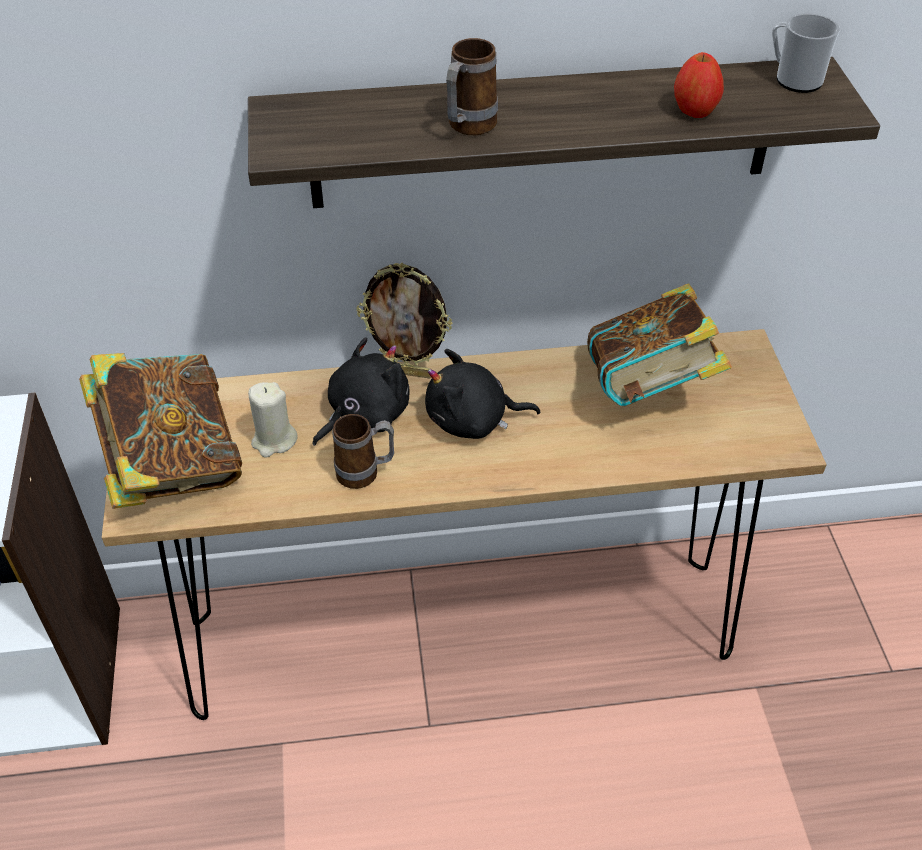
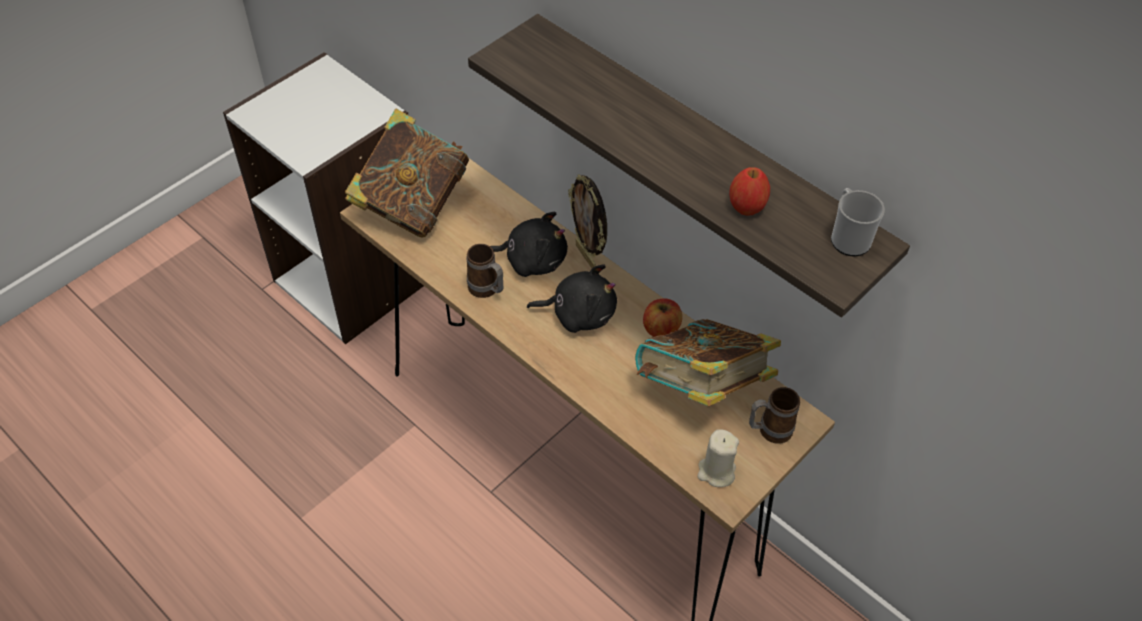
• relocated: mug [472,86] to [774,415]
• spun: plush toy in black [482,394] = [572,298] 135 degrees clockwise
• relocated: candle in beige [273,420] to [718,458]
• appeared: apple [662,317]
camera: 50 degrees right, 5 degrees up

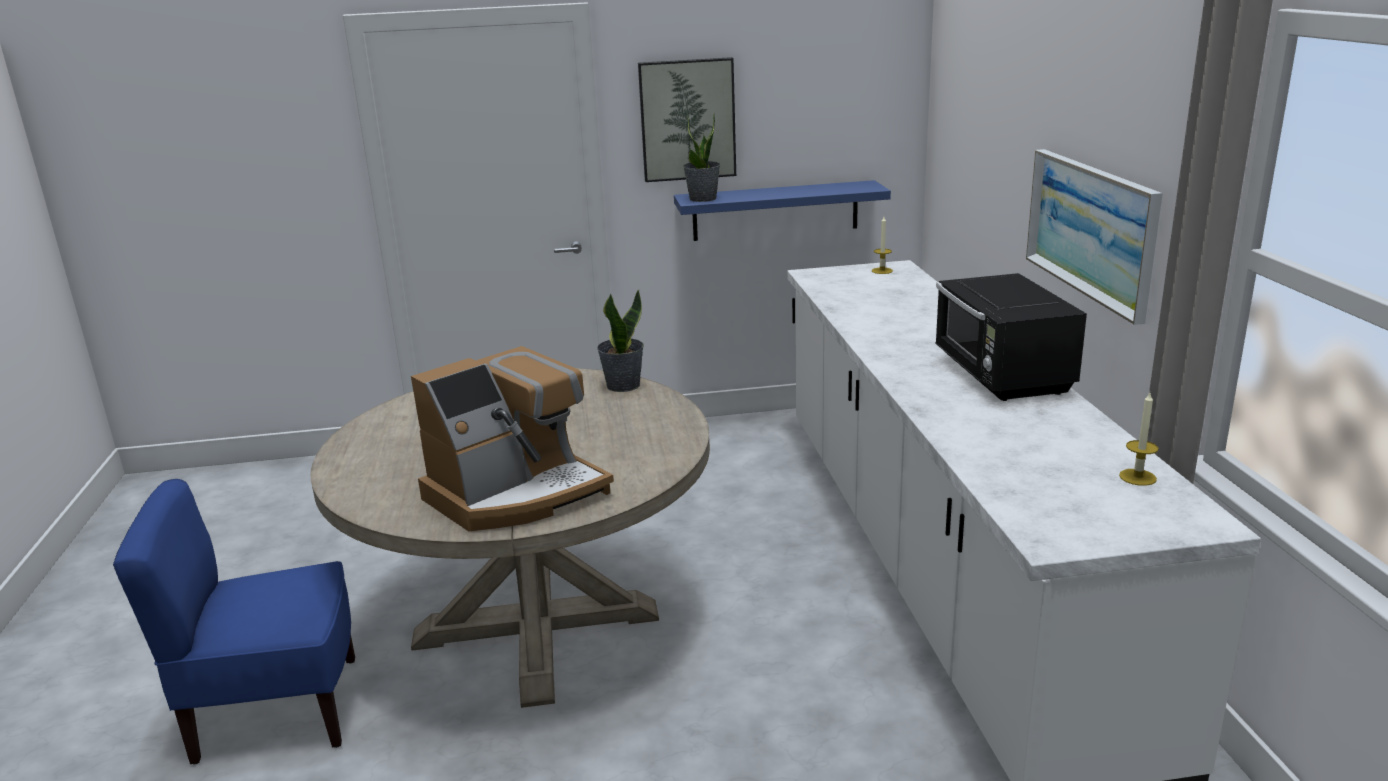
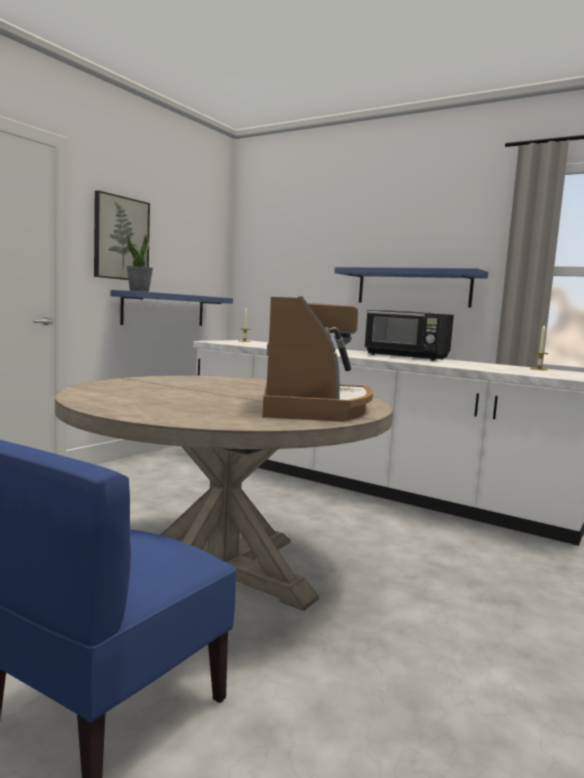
• exchanged: picture [1094,237] to shelf in blue [411,287]
• missing: potted plant [620,341]
camera: 50 degrees left, 15 degrees down

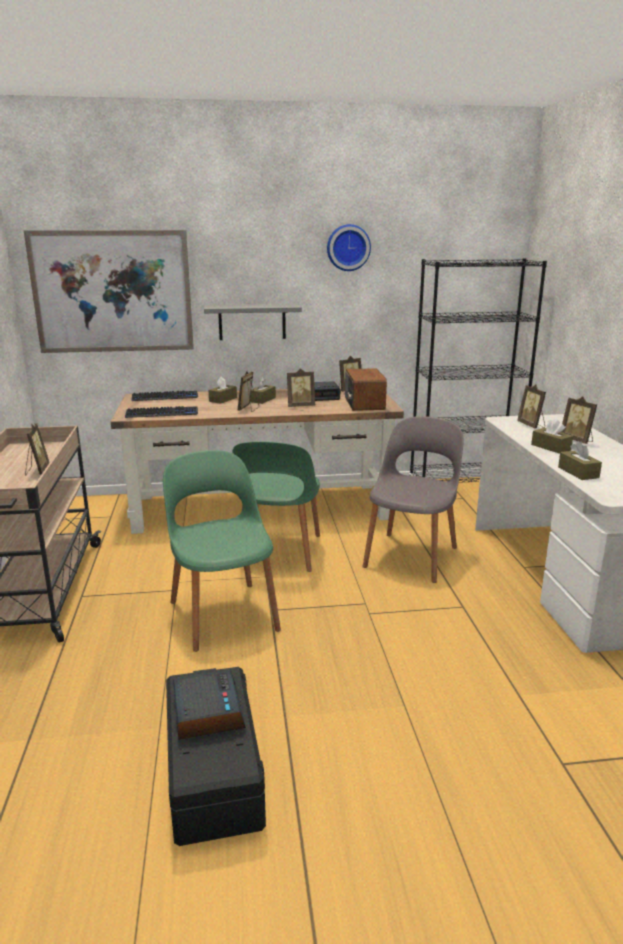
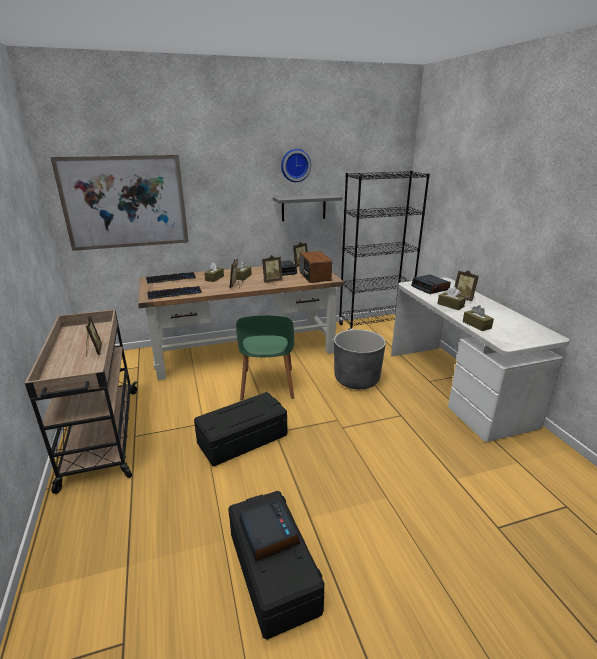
• relocated: shelf in grey [253,321] to [307,207]
• exchanged: picture frame [531,406] to alarm clock [431,284]
• exchanged: chair in grey [413,499] to planter in grey [360,359]
• exchanged: chair in green [222,551] to storage box in black [240,429]
camera: 10 degrees left, 5 degrees up

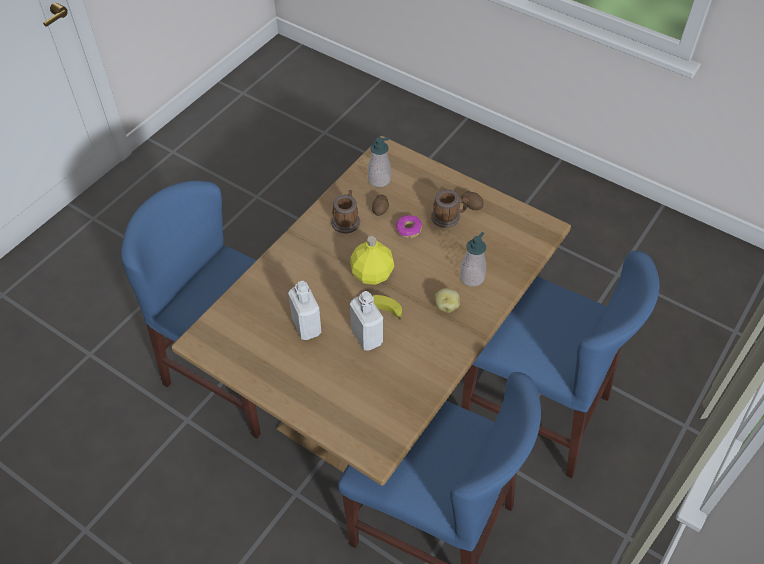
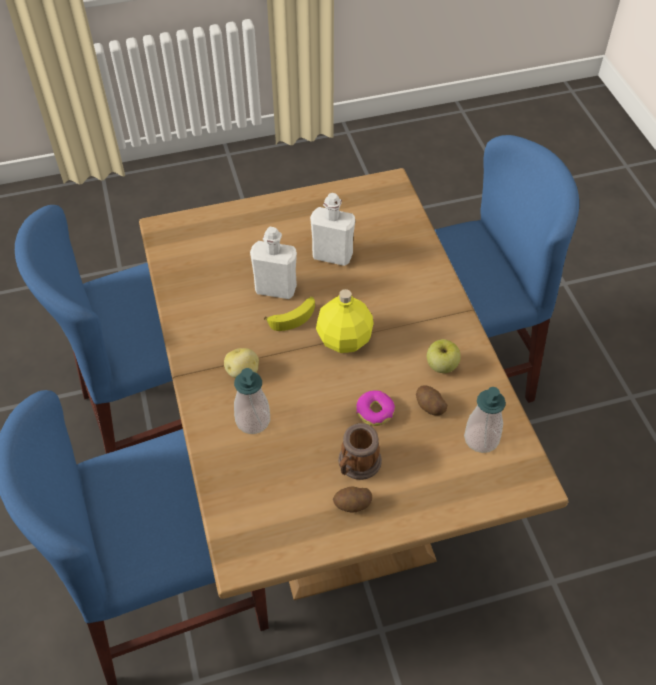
• exchanged: mug [345,211] to apple [444,356]
camera: 130 degrees right, 0 degrees up

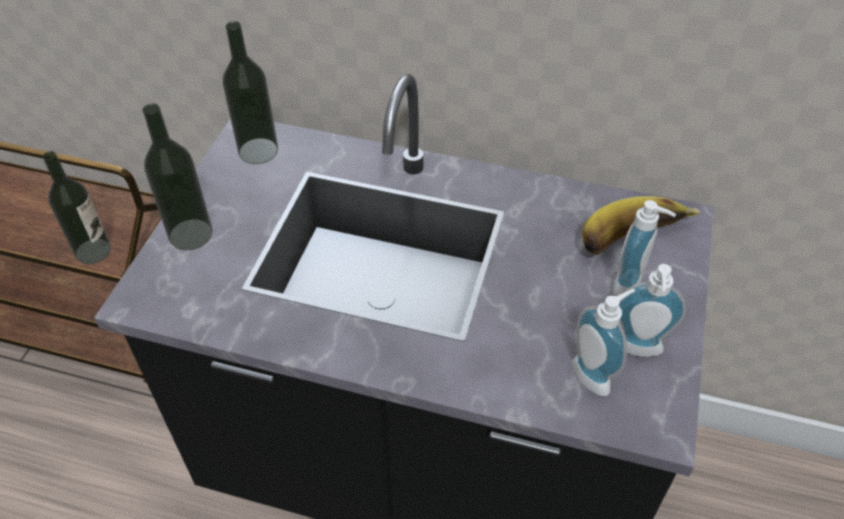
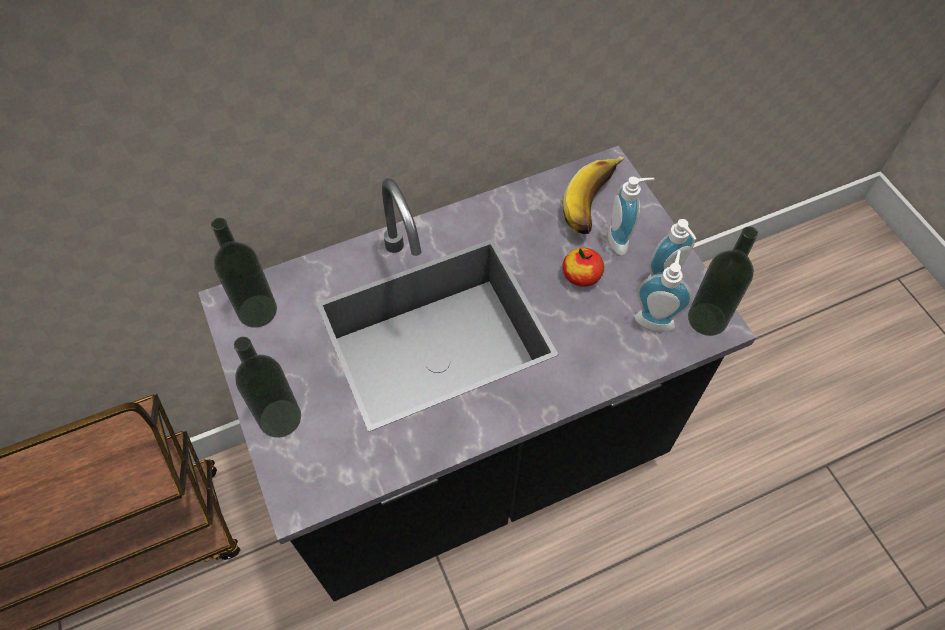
• relocated: bottle [76,207] to [723,281]
• appeared: apple [583,267]
camera: 40 degrees left, 10 degrees up

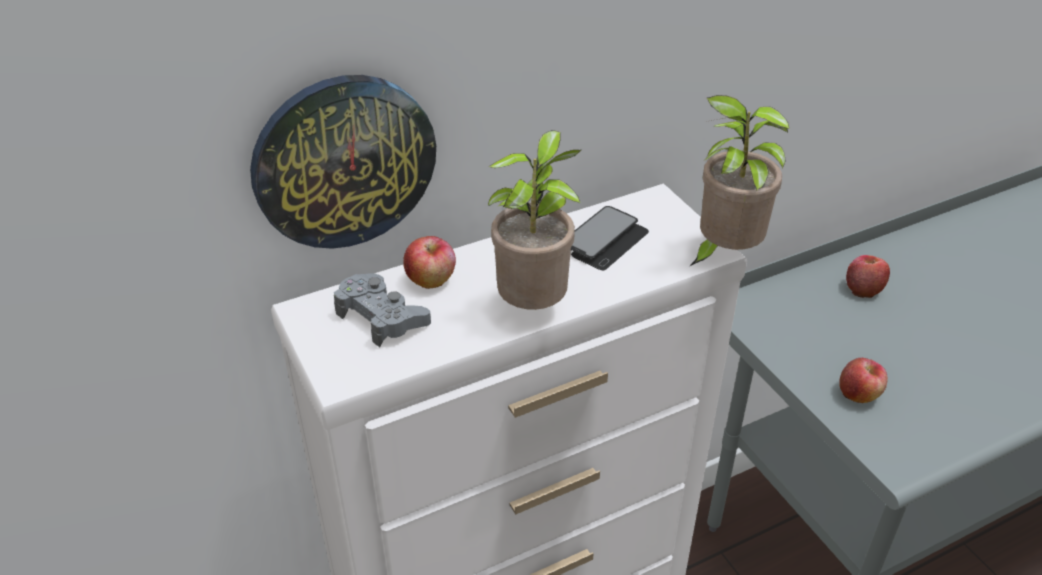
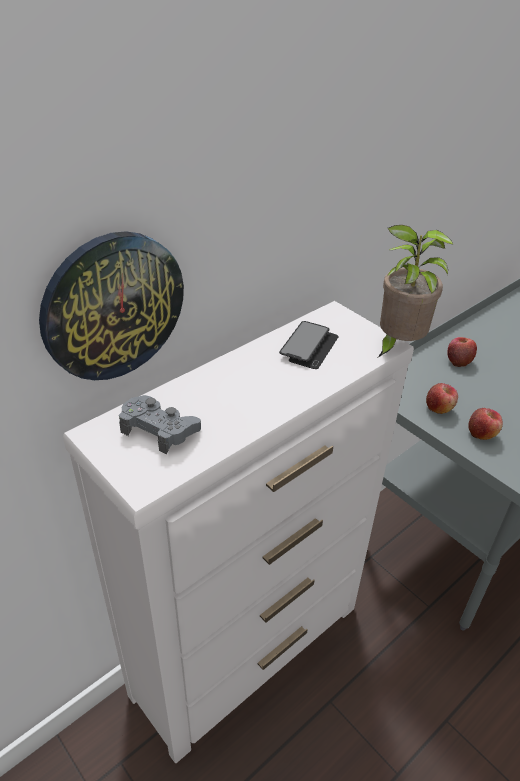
• missing: potted plant [534,220]
• relocated: apple [429,262] to [442,398]
camera: 15 degrees left, 0 degrees up

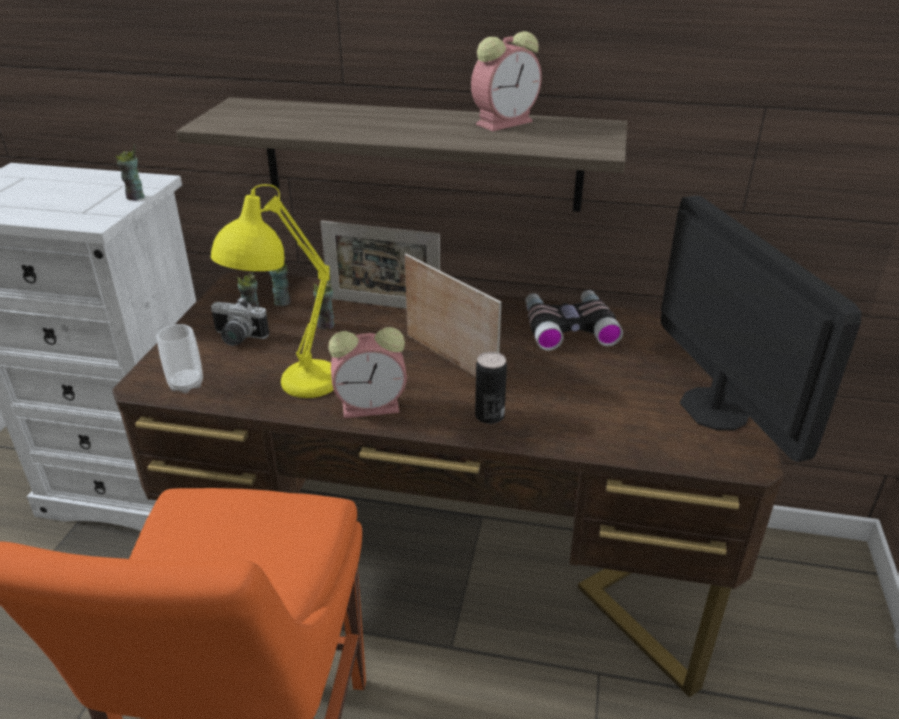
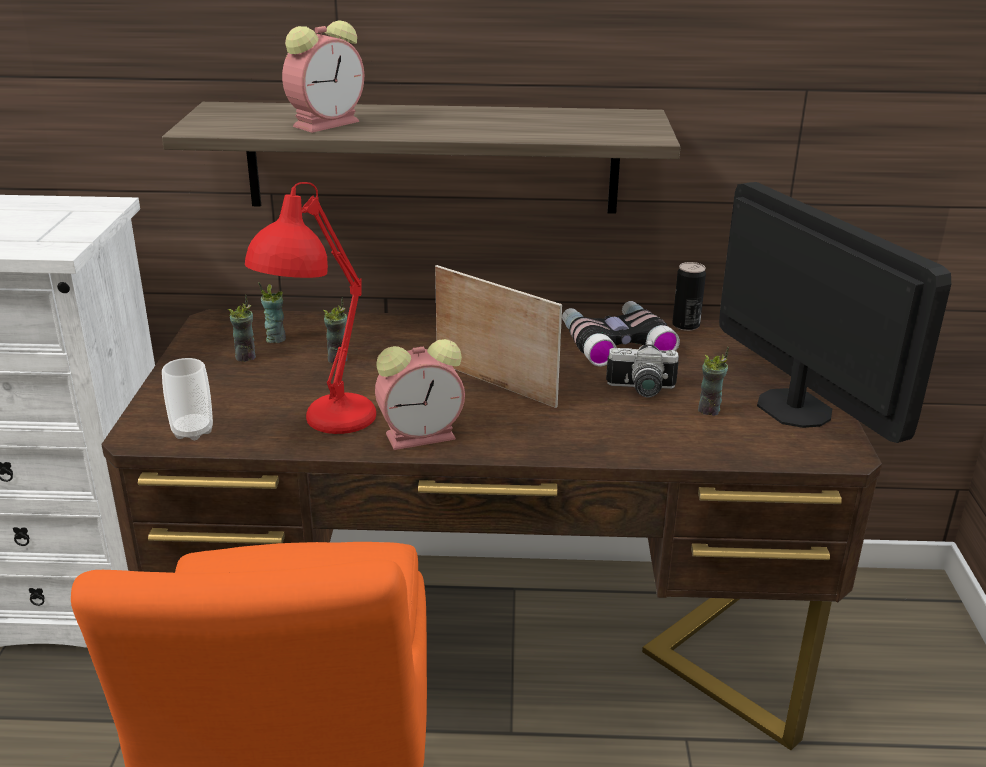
• relocated: alarm clock [506,81] to [323,76]
• relocated: cup [130,172] to [713,381]
• colour: table lamp in yellow [272,291] to table lamp in red [310,308]
• missing: picture frame [380,265]
• relocated: photo camera [240,321] to [642,368]
• relocated: can [491,388] to [689,296]
camera: 10 degrees left, 5 degrees down

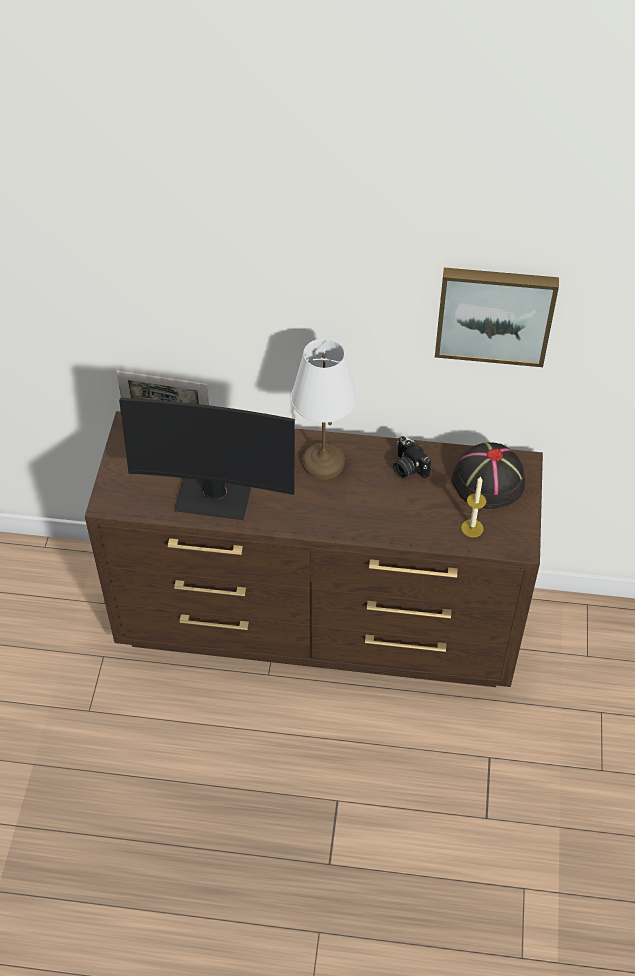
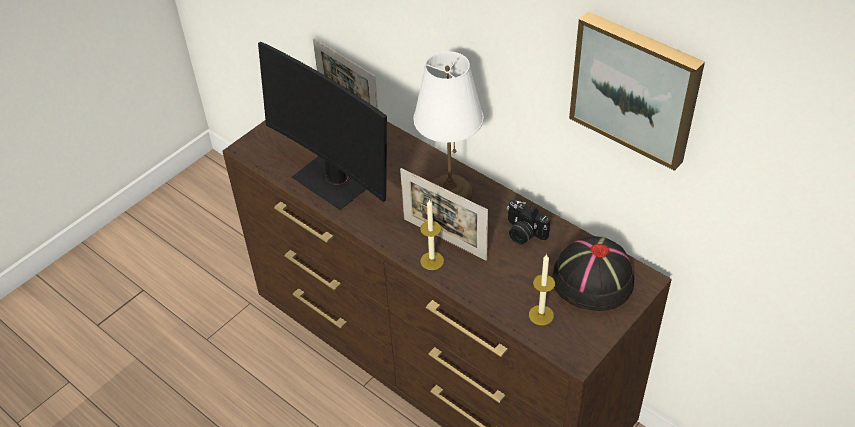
• spun: photo camera [412,457] = [528,222] 45 degrees counterclockwise
• appeared: picture frame [444,214]
• appeared: candle [432,234]
camera: 35 degrees right, 5 degrees down

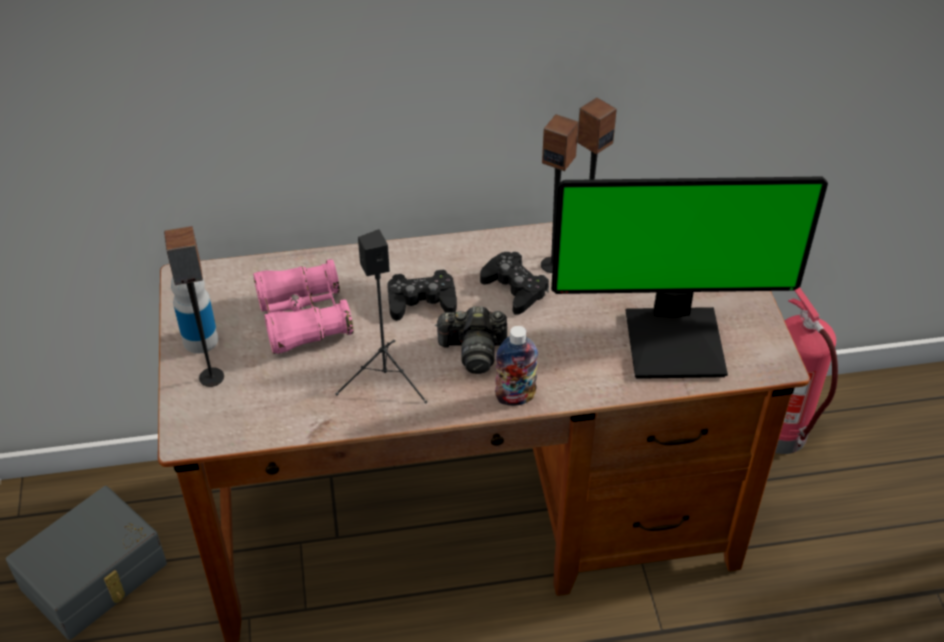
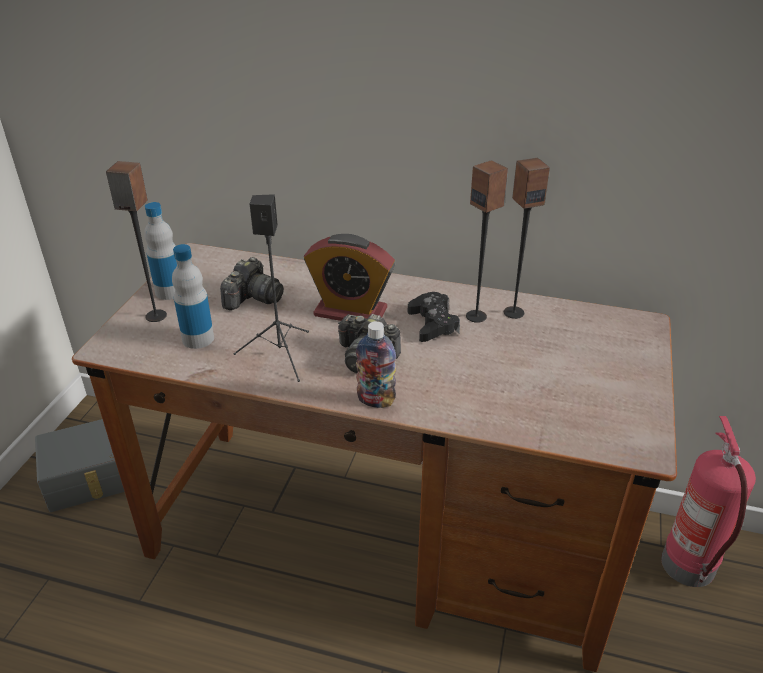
• missing: monitor [689,277]
• exchanged: binoculars in pink [303,306] to photo camera [252,283]
• exchanged: game controller in black [422,295] to alarm clock [349,277]
• appeared: bottle [193,296]
camera: 25 degrees right, 10 degrees down

